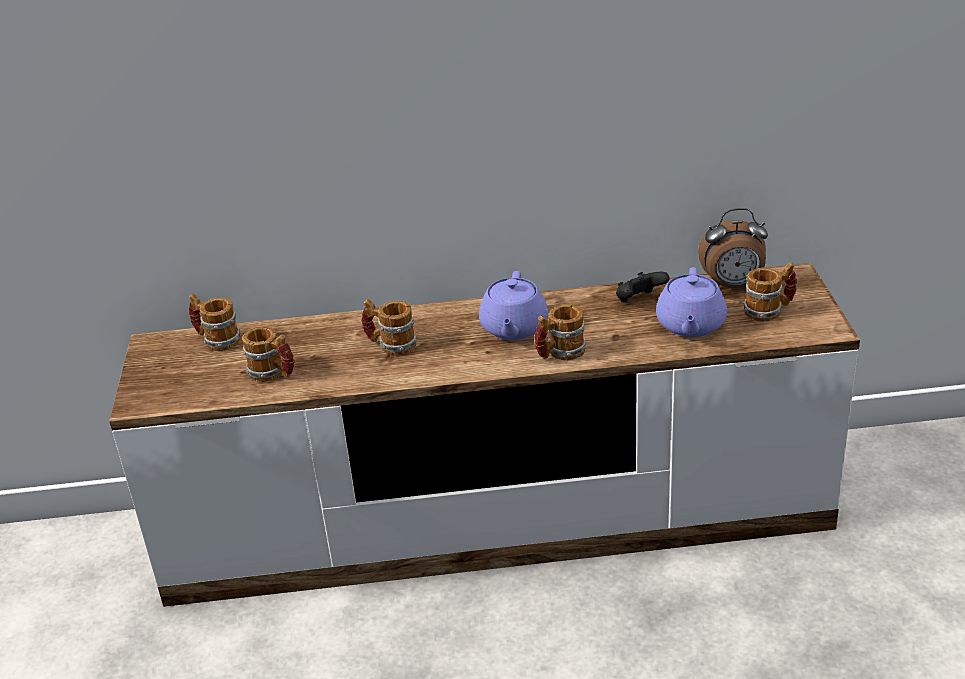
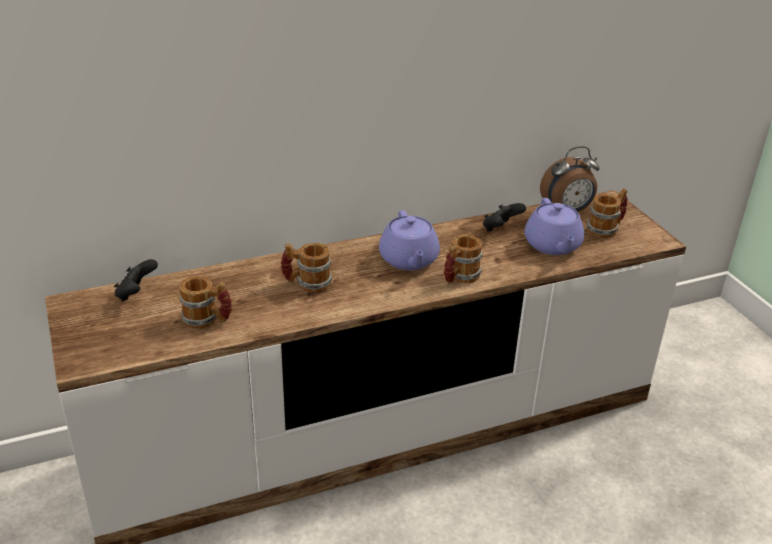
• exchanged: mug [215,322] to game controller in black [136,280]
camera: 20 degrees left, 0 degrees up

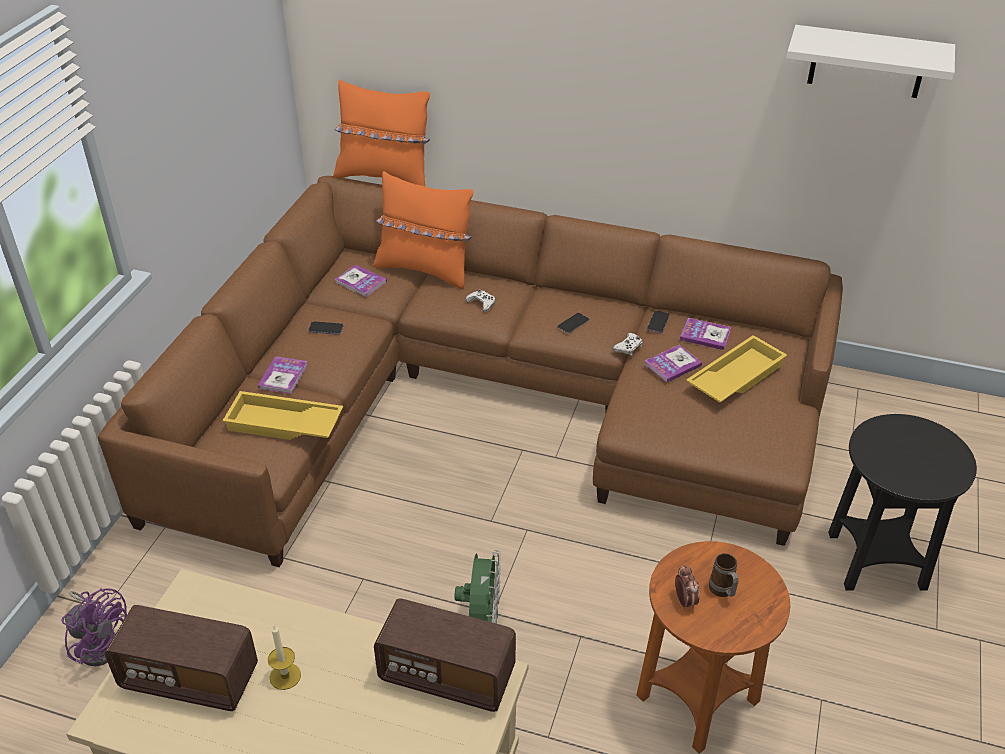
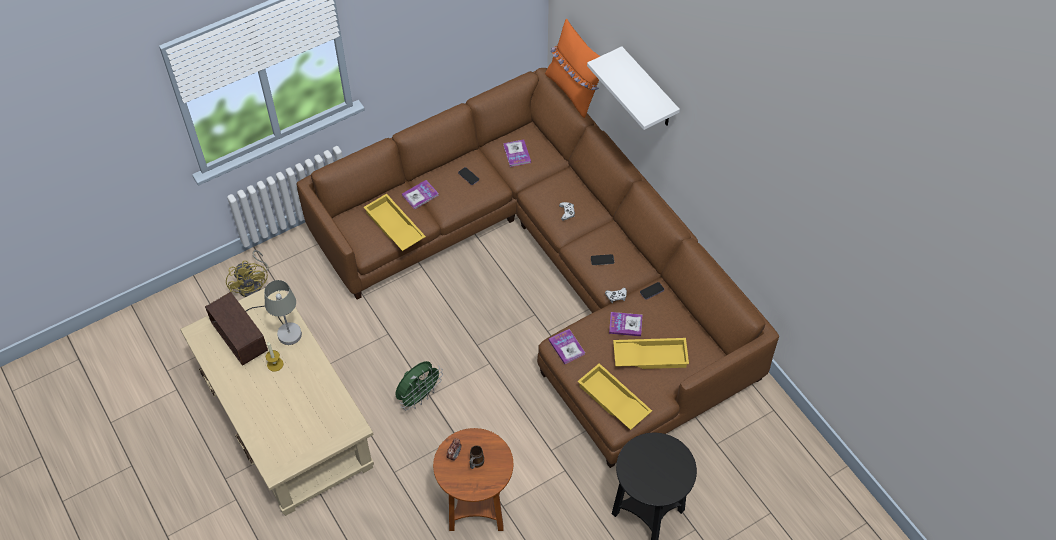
• relocated: shelf in white [870,61] to [633,88]
• missing: pillow in orange [423,230]
• relocated: book [705,334] to [567,346]
• colour: fan in purple [94,627] to fan in yellow [247,273]
• missing: radio [445,655]
• appeared: table lamp in grey [274,312]
• appeared: tray in yellow [614,396]
camera: 40 degrees right, 15 degrees up

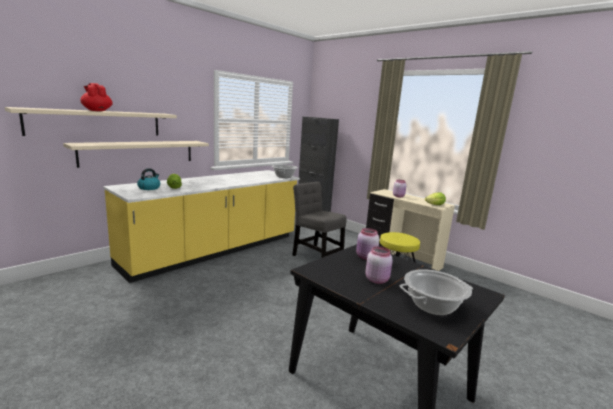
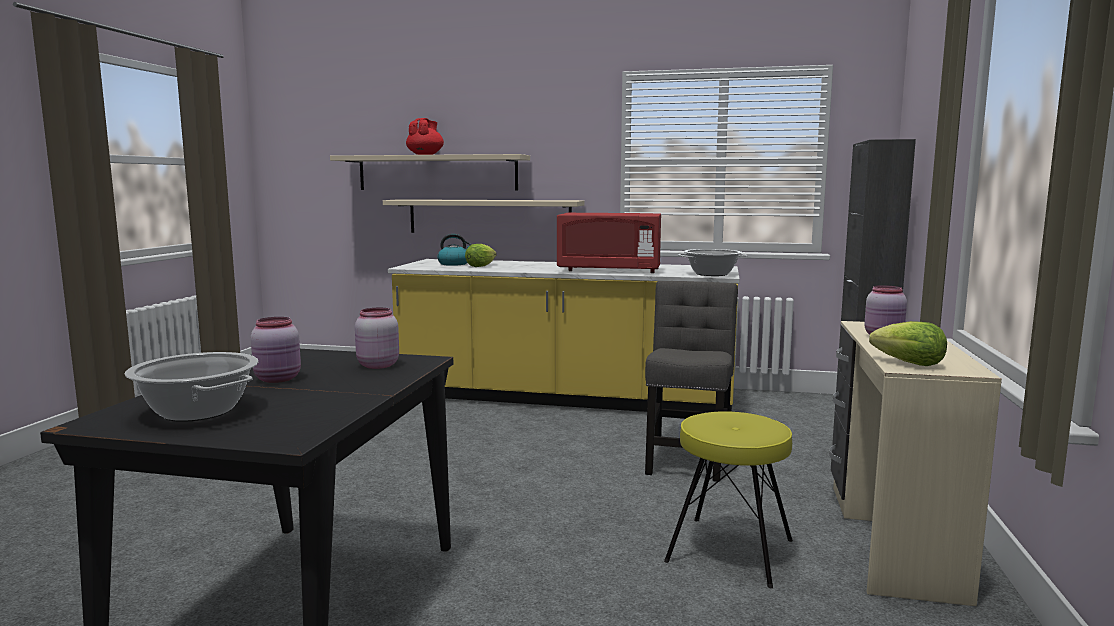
• appeared: microwave in red [609,243]
camera: 60 degrees right, 5 degrees down

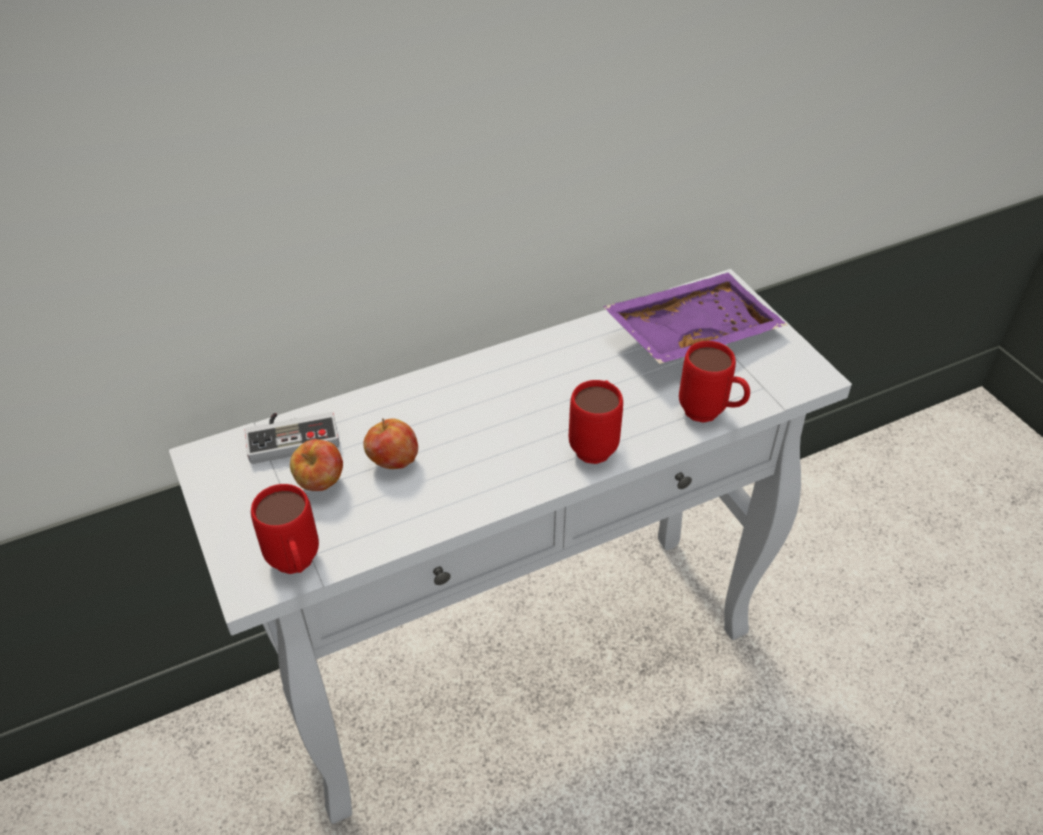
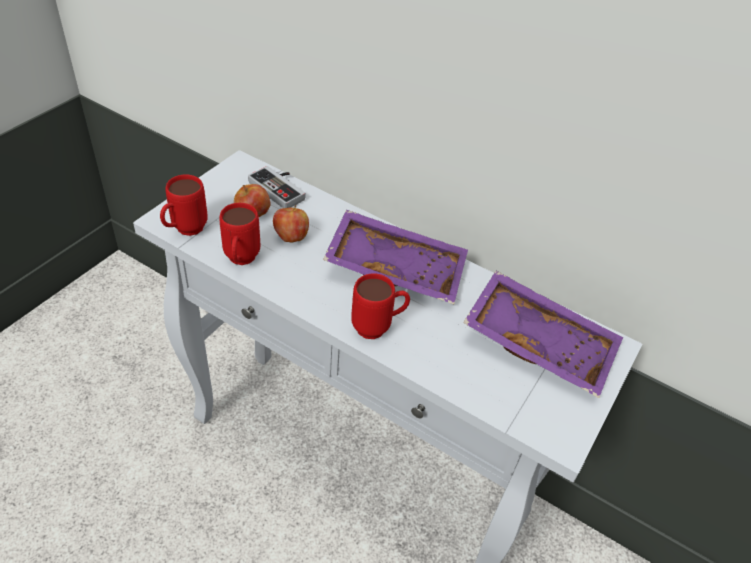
• relocated: mug in red [714,382] to [239,234]
• appeared: tray in purple [395,257]
camera: 55 degrees right, 0 degrees up

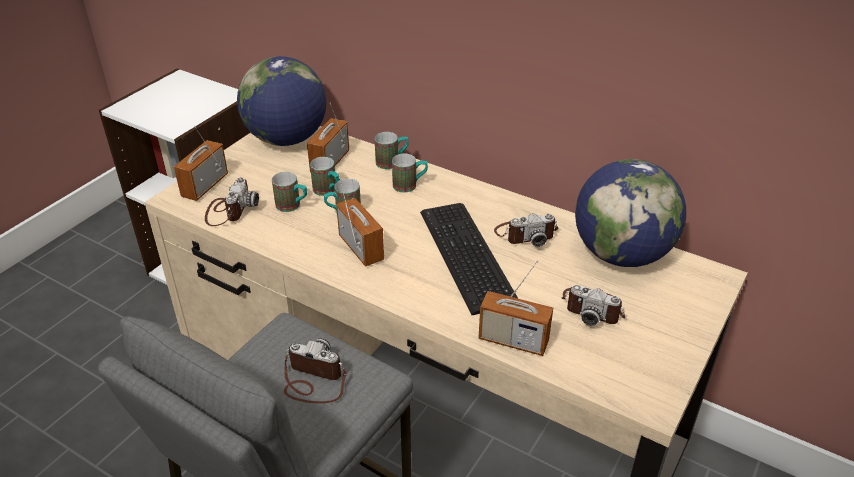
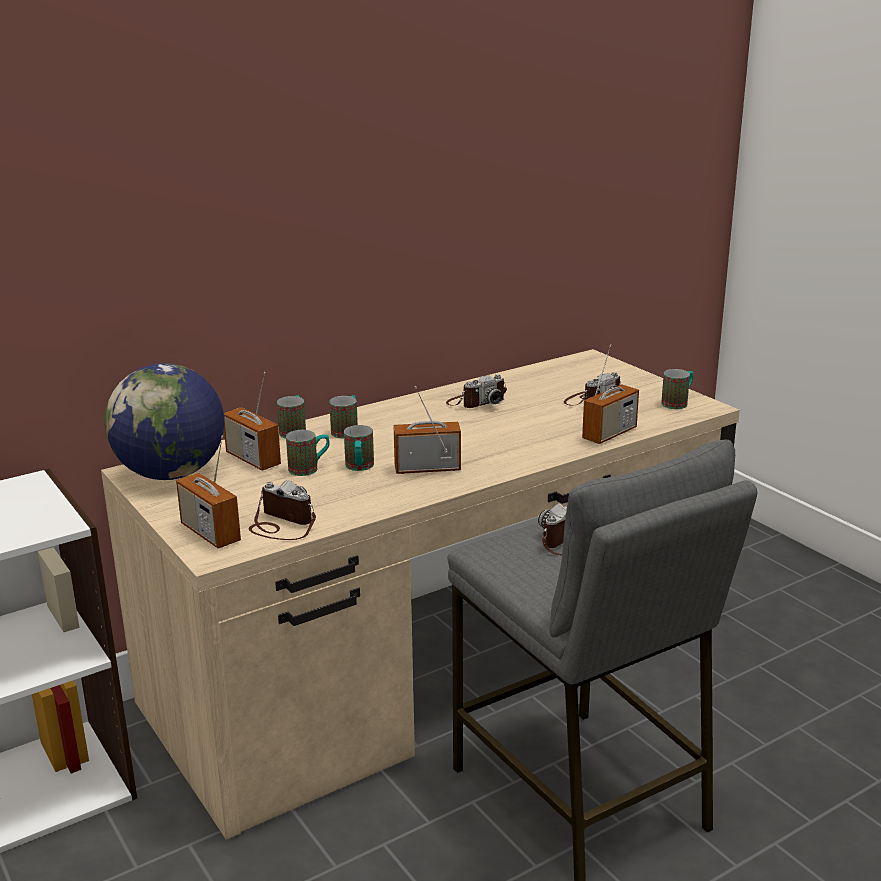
• missing: globe [630,213]
• relocated: mug [289,192] to [677,389]
• missing: keyboard [469,259]
• spun: photo camera [526,230] = [476,391] 45 degrees clockwise
camera: 65 degrees left, 15 degrees down

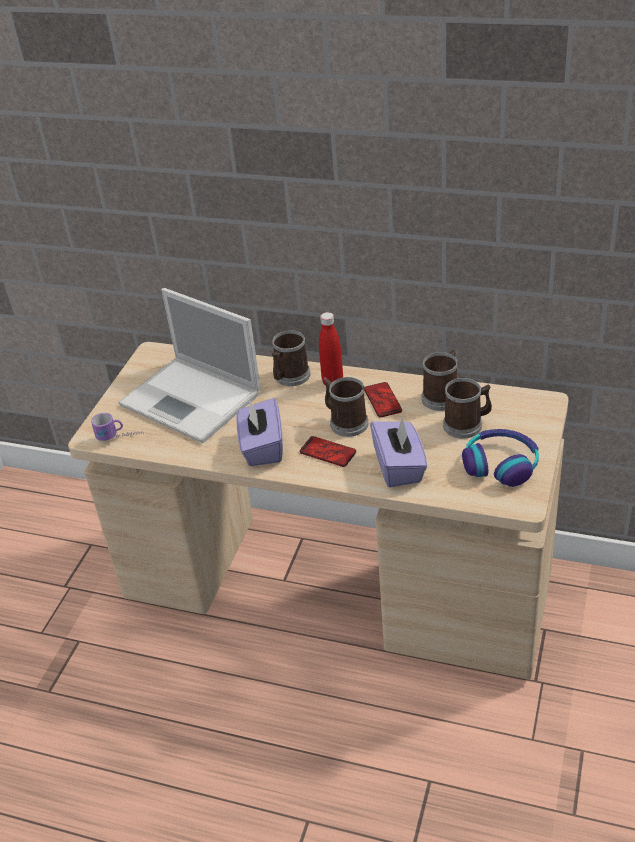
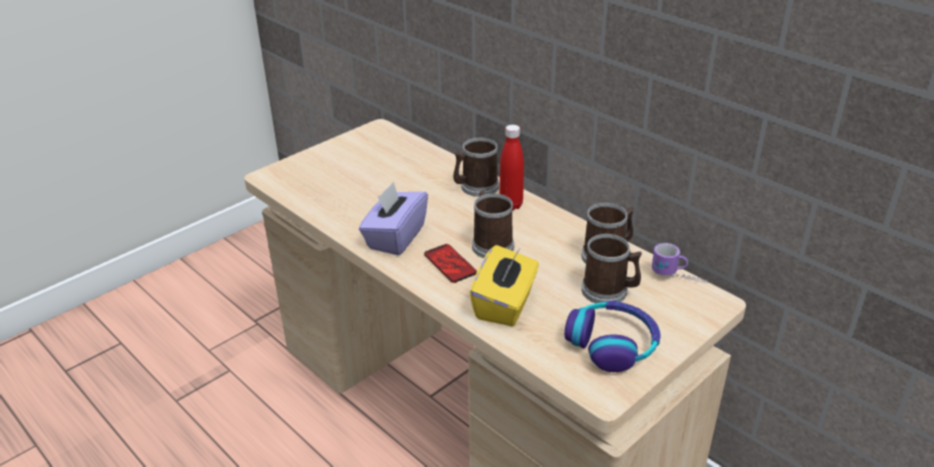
• missing: laptop [190,365]
• missing: phone [383,399]
• relocated: mug [117,427] to [680,263]
• colour: tissue box in purple [398,452] to tissue box in yellow [504,285]
camera: 25 degrees right, 5 degrees down

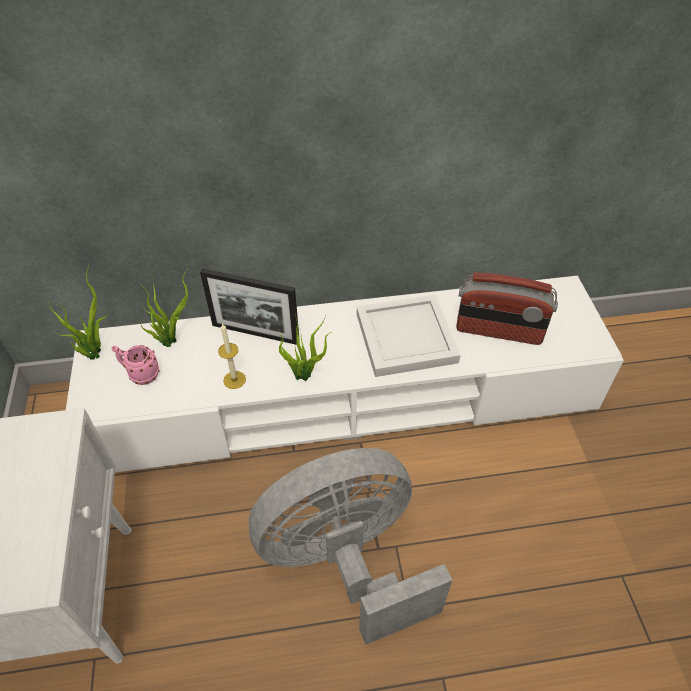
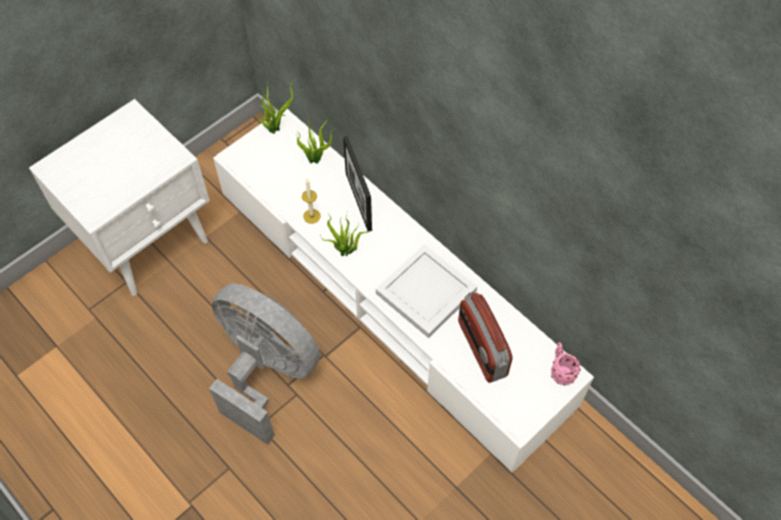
• relocated: mug in pink [135,365] to [566,364]
camera: 55 degrees right, 10 degrees up

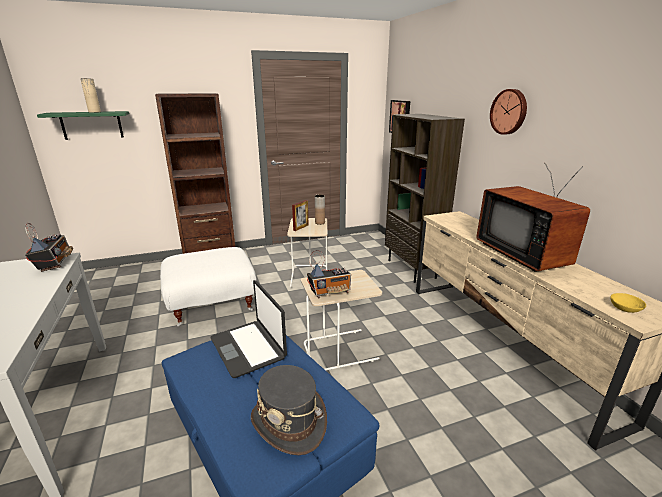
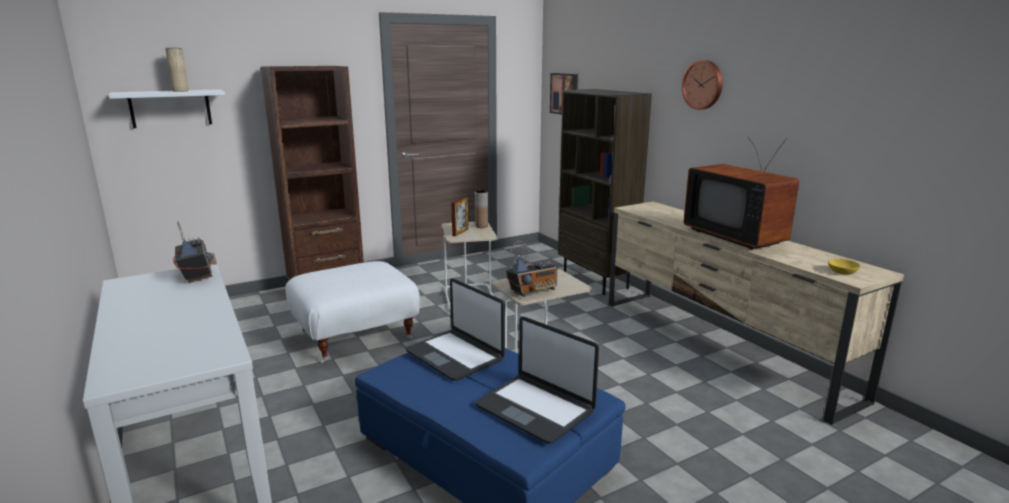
• colour: shelf in green [83,125] to shelf in white [167,108]
• exchanged: hat in grey [289,410] to laptop [537,380]
camera: 10 degrees left, 5 degrees down

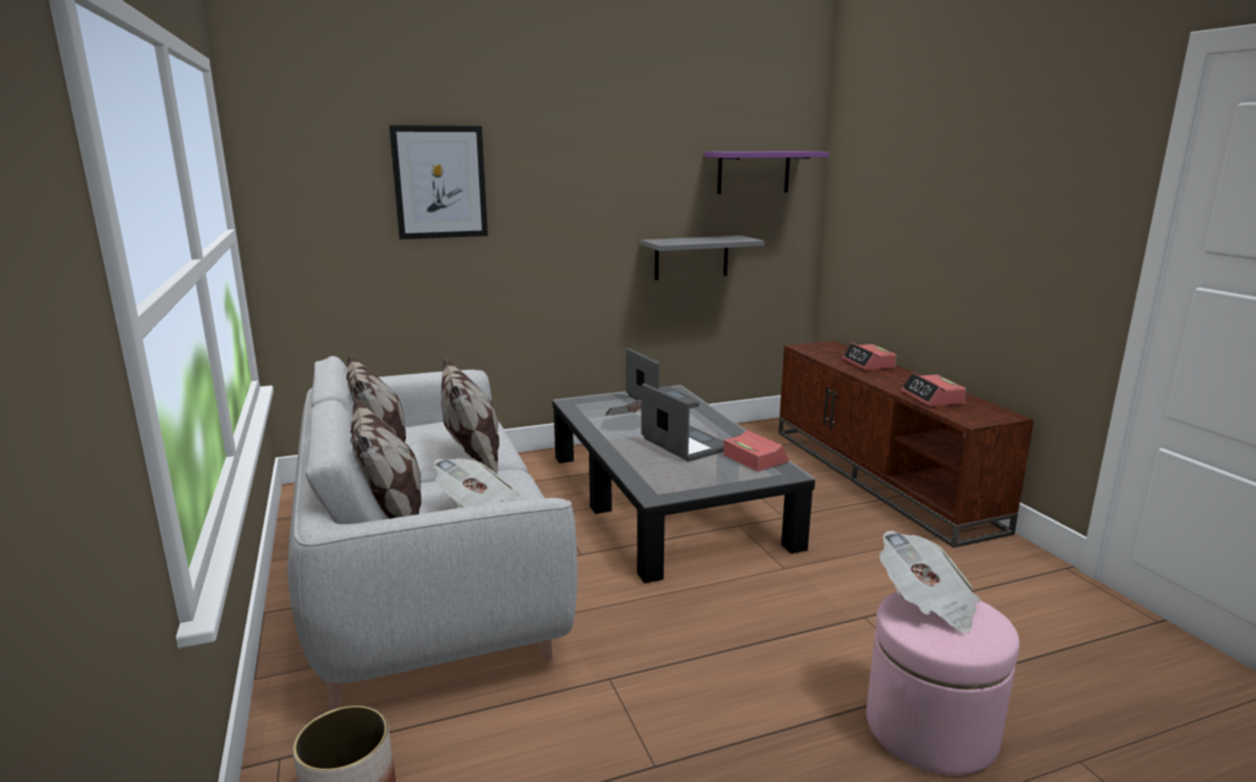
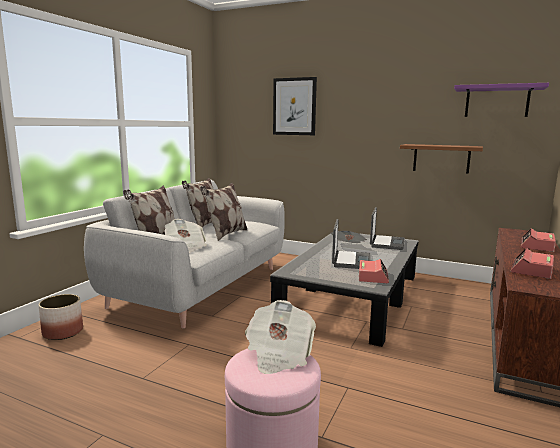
• colour: shelf in grey [702,257] to shelf in brown [441,159]
camera: 45 degrees right, 5 degrees down

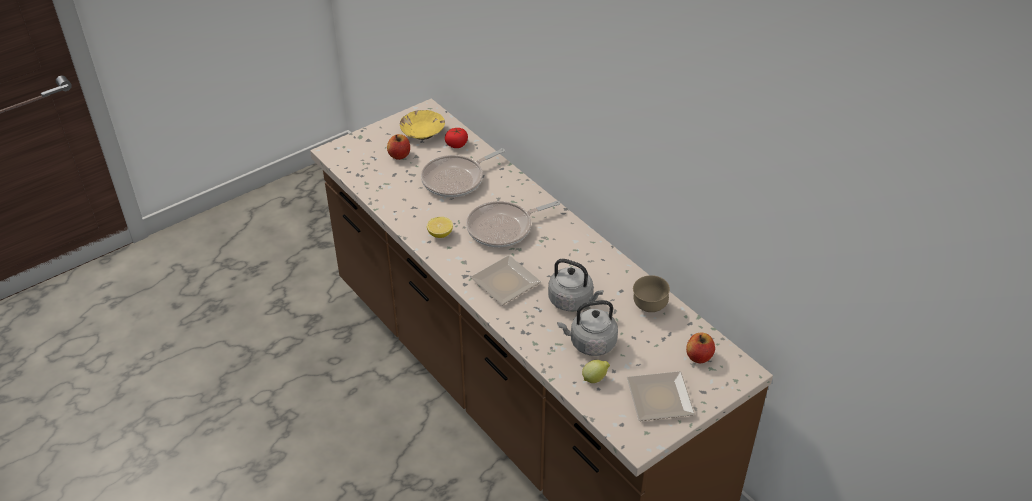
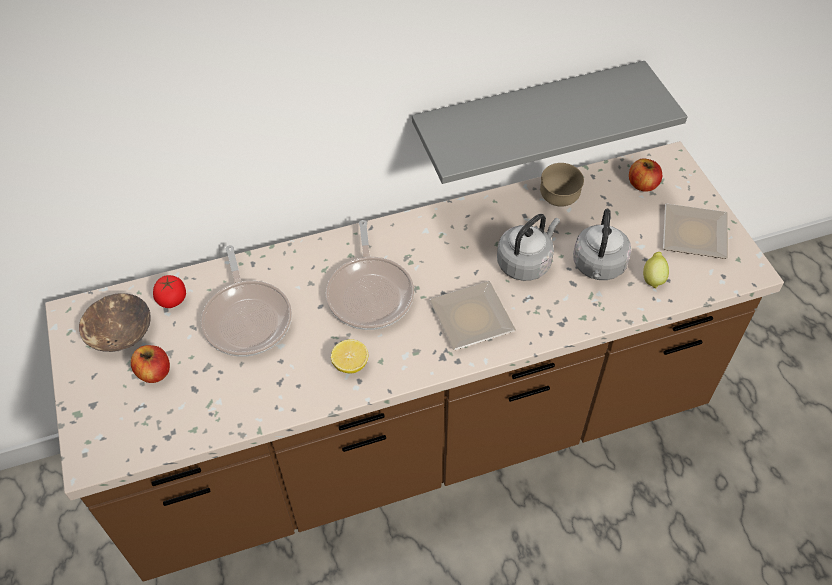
• colour: bowl in yellow [422,125] to bowl in brown [115,322]
• appeared: shelf in grey [550,122]
camera: 70 degrees left, 10 degrees up

